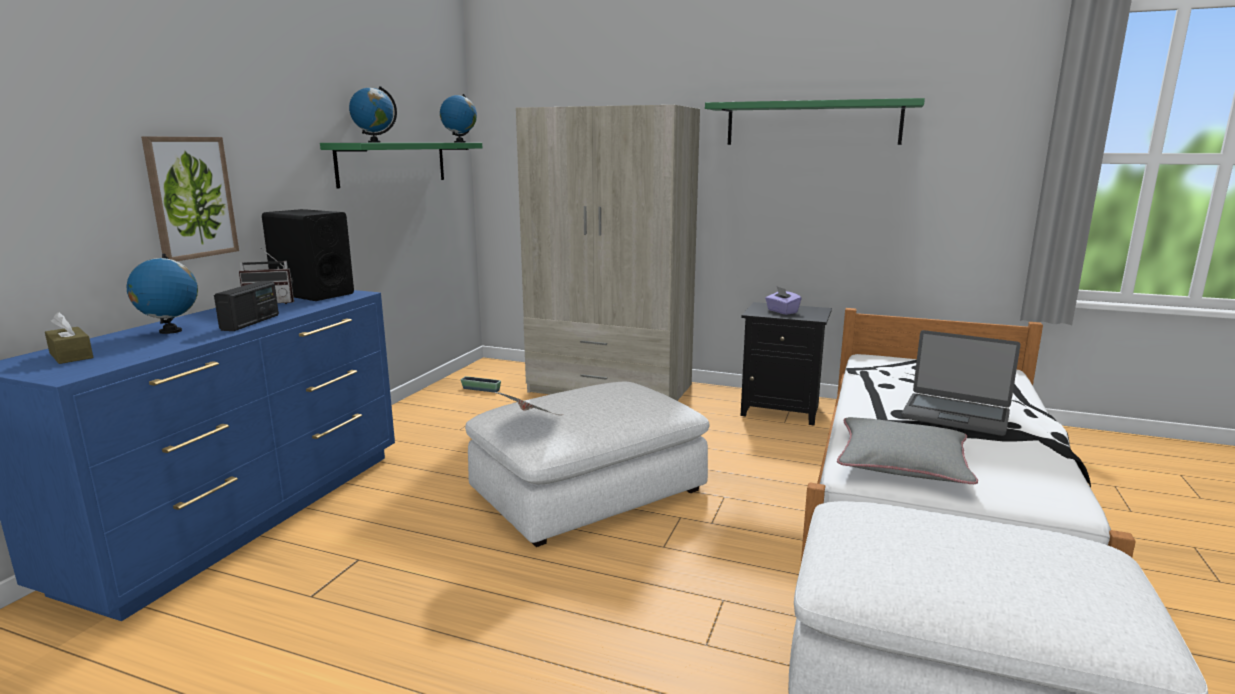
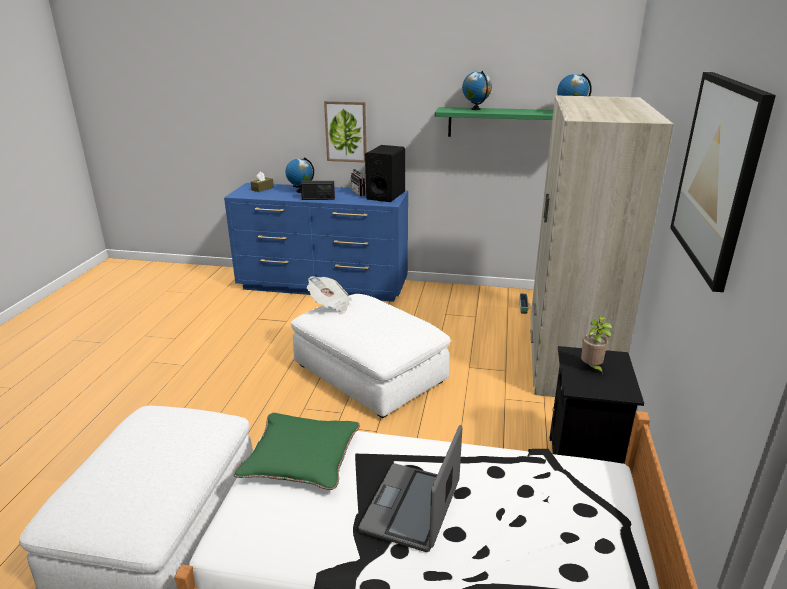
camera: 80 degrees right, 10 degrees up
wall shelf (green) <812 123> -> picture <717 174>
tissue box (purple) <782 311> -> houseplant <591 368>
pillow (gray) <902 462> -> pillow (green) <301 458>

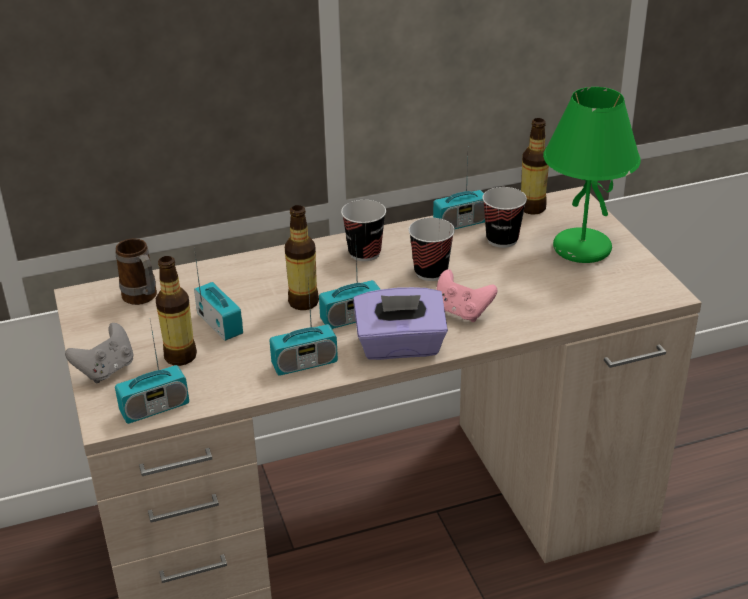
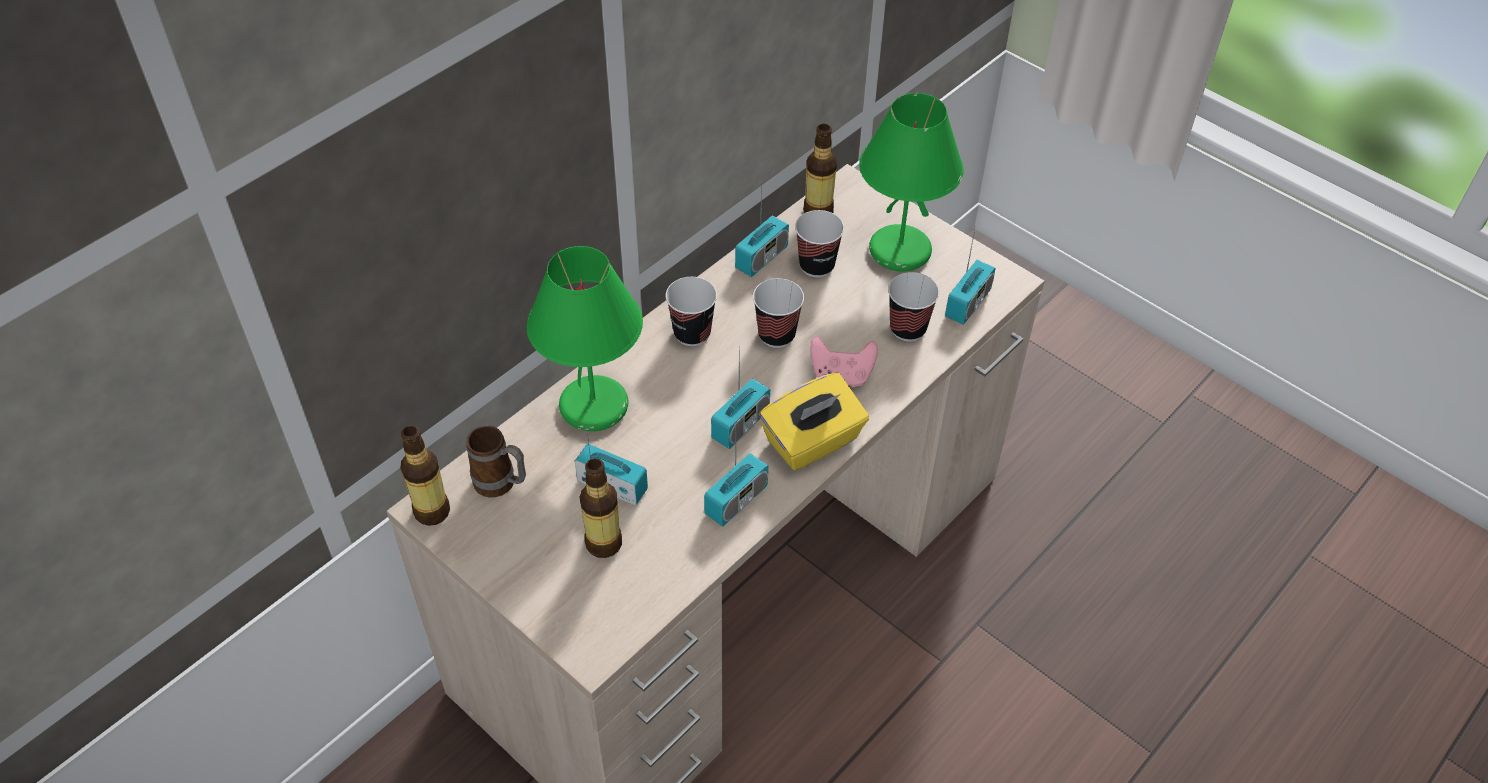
camera: 30 degrees left, 15 degrees up
joypad (gray) <106 370> -> none
none -> tabletop lamp (green) <594 407>
none -> small cup <908 328>
radio receiver <155 408> -> radio receiver <968 304>, relocated
beverage bottle <303 302> -> beverage bottle <432 511>, relocated
tissue box (purple) <400 346> -> tissue box (yellow) <813 442>

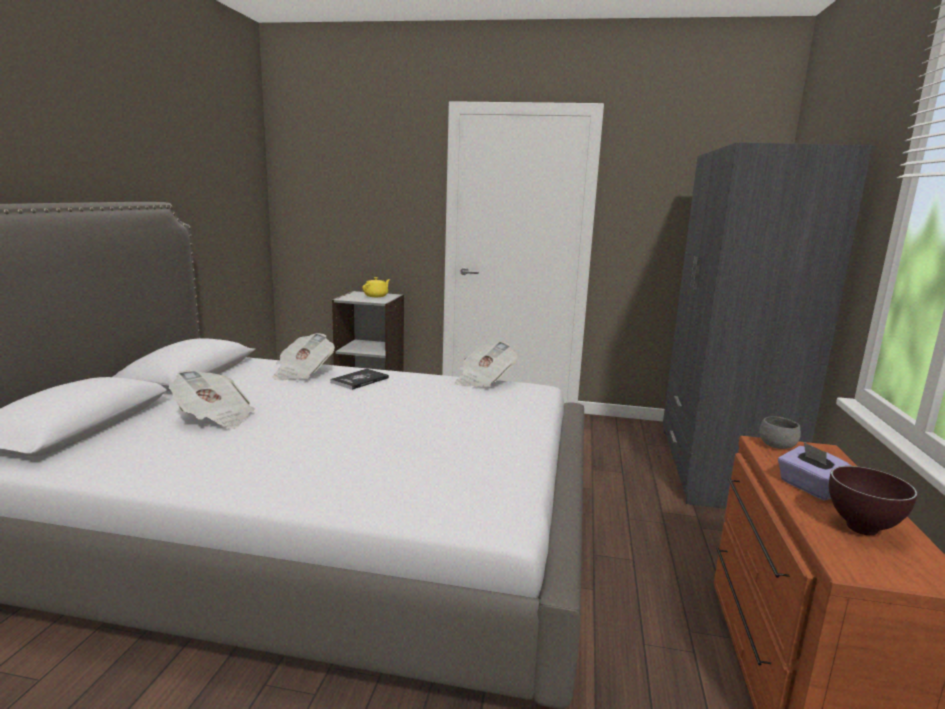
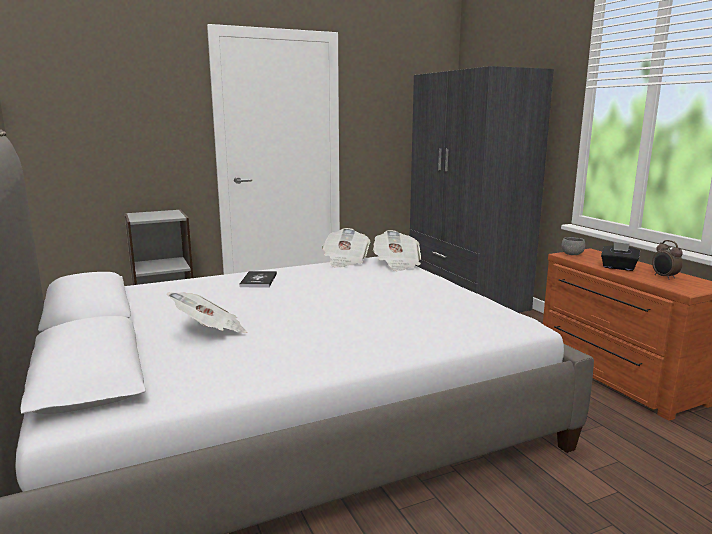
camera: 35 degrees left, 0 degrees up
tea pot (yellow) <376 296> -> none
newspaper <302 373> -> newspaper <397 264>, relocated
serving bowl (brownish) <863 530> -> alarm clock <664 277>
tissue box (purple) <810 488> -> tissue box (black-coloured) <618 267>

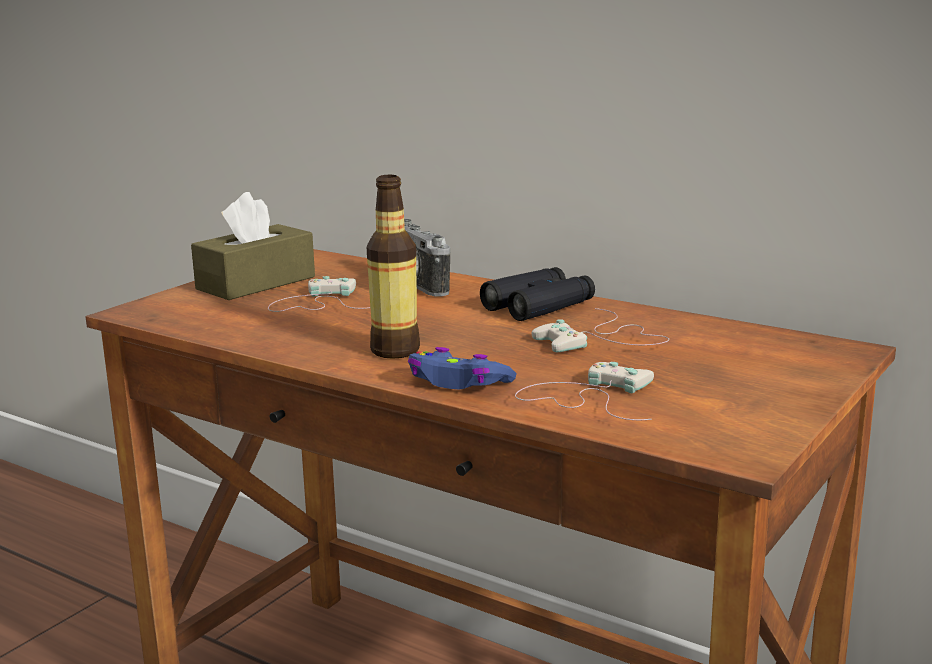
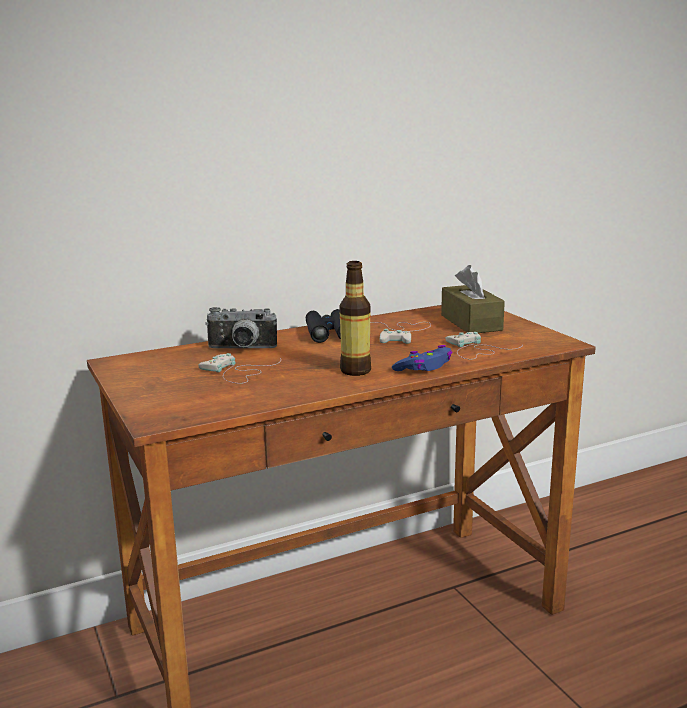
camera: 60 degrees left, 0 degrees up
tissue box (brownish) <256 283> -> tissue box (brownish) <471 322>, relocated

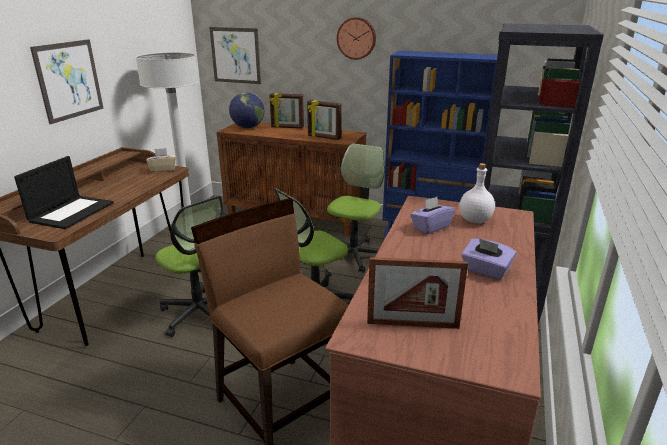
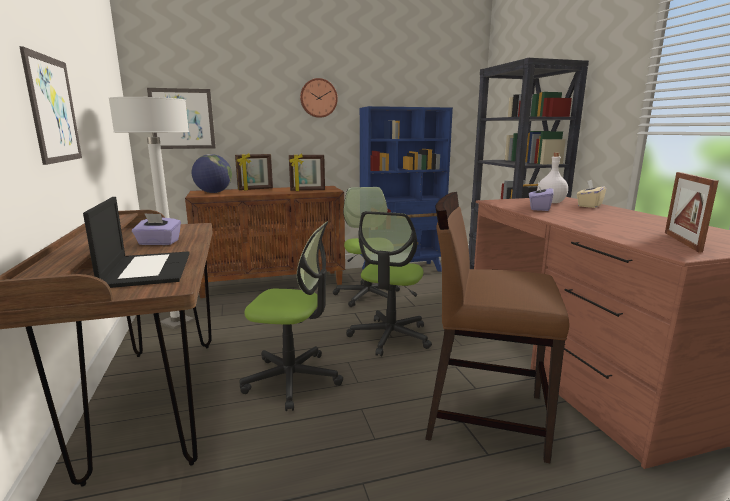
camera: 35 degrees left, 10 degrees down
tissue box (sand-coloured) <163 169> -> tissue box (sand-coloured) <589 205>, relocated
tissue box (purple) <485 271> -> tissue box (purple) <158 243>, relocated
standing frame <412 325> -> standing frame <682 241>, 135 degrees clockwise

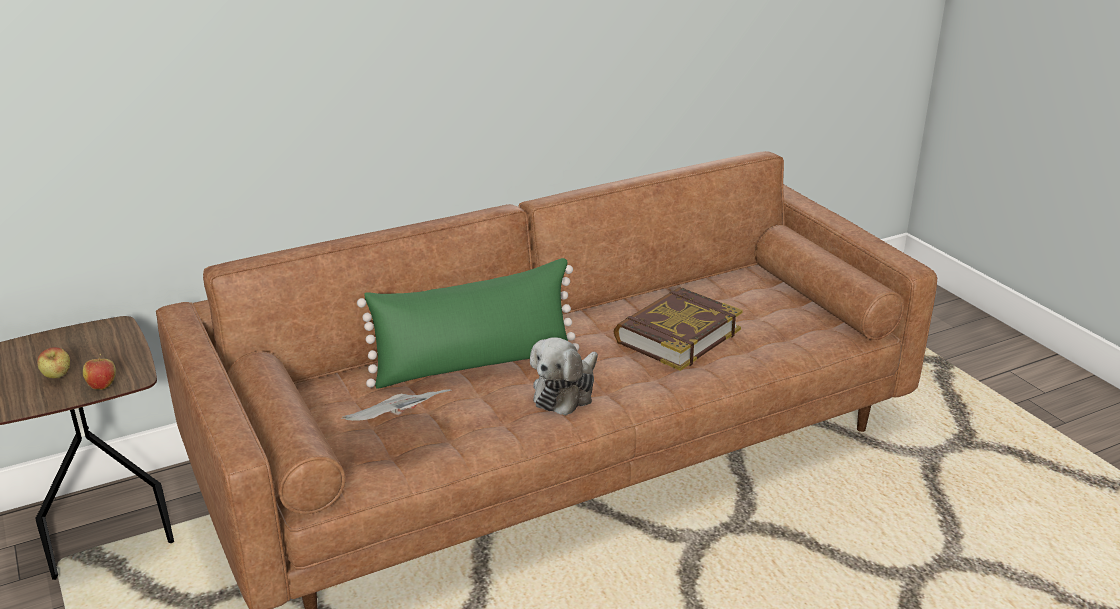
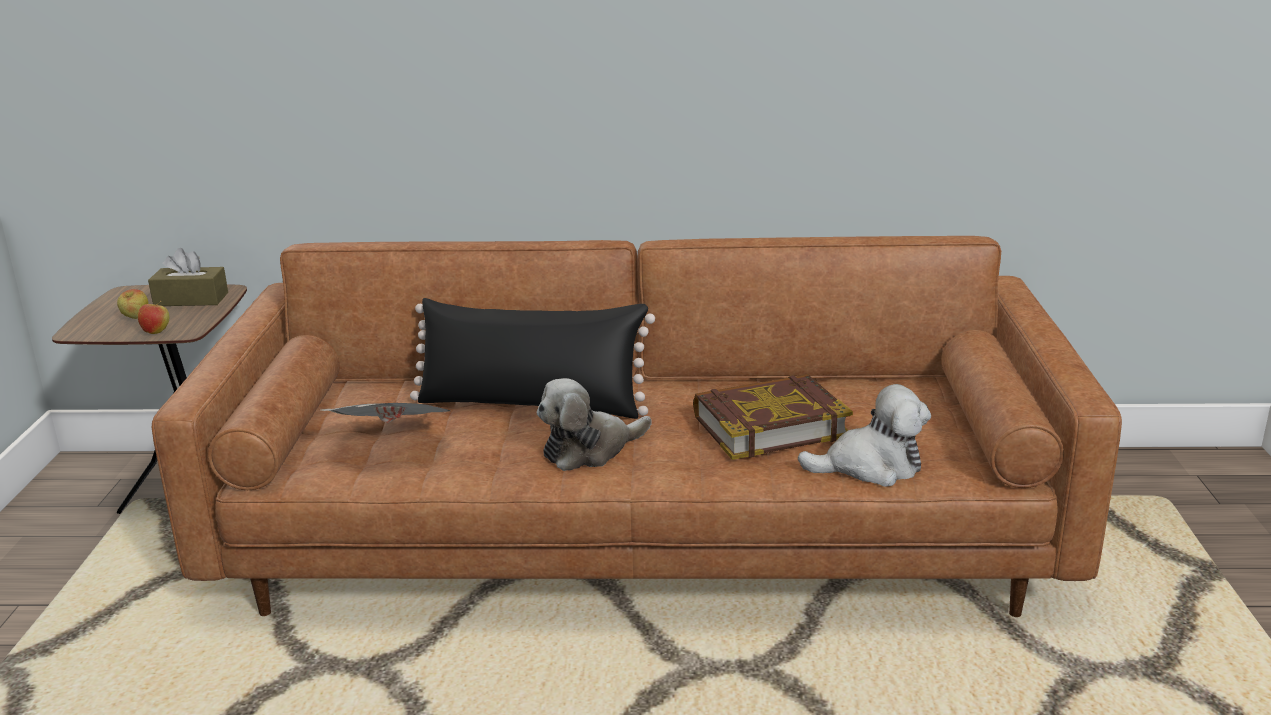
camera: 30 degrees right, 5 degrees down
none -> tissue box (brownish) <191 299>
none -> plush toy <870 467>
pillow (green) <474 365> -> pillow (black-coloured) <531 404>

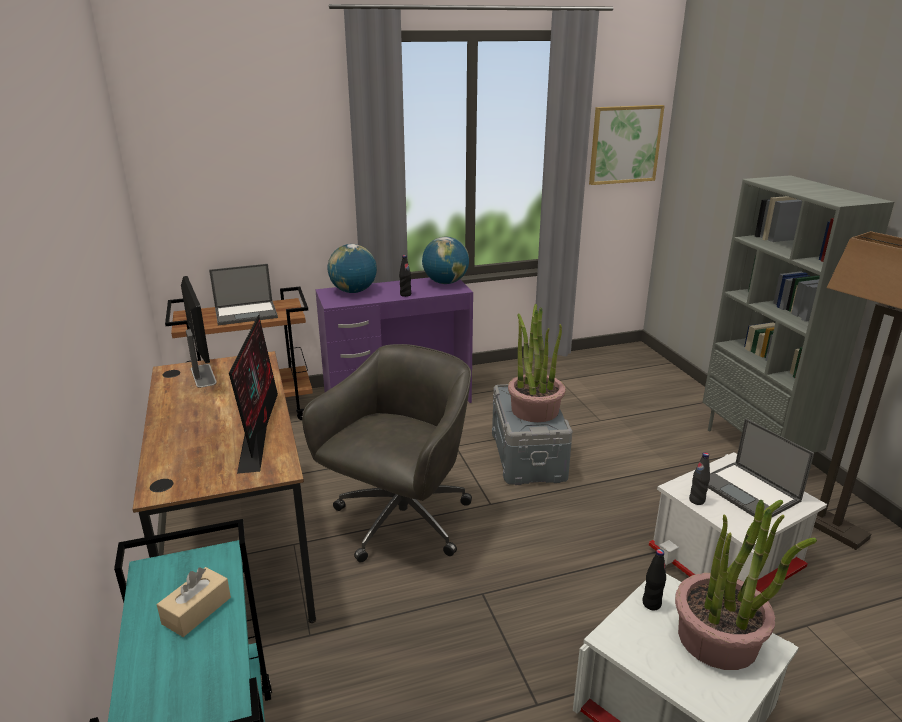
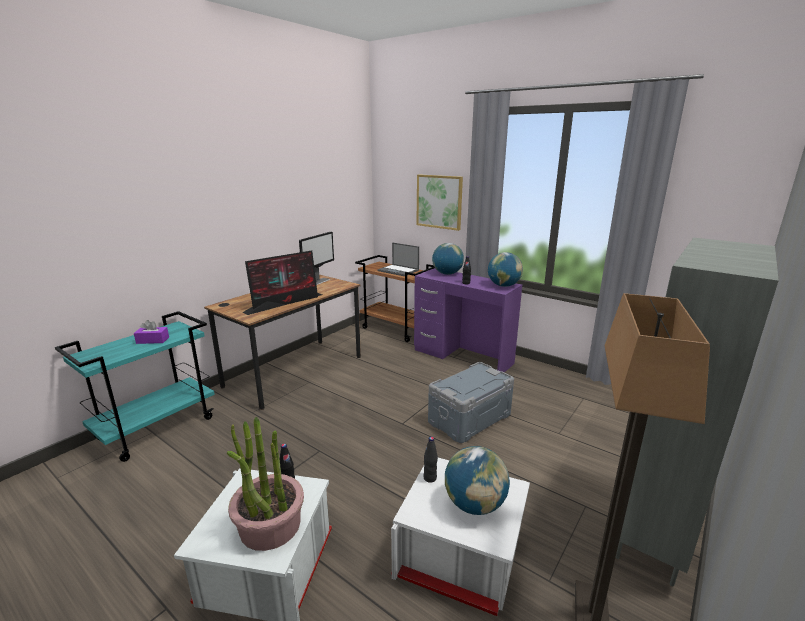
camera: 55 degrees right, 5 degrees down
desk chair (gray) <400 522> -> none
houseplant <534 410> -> none
picture <624 144> -> picture <439 201>, relocated
portable computer <750 492> -> desk globe <475 504>
tissue box (sand-coloured) <197 610> -> tissue box (purple) <152 340>

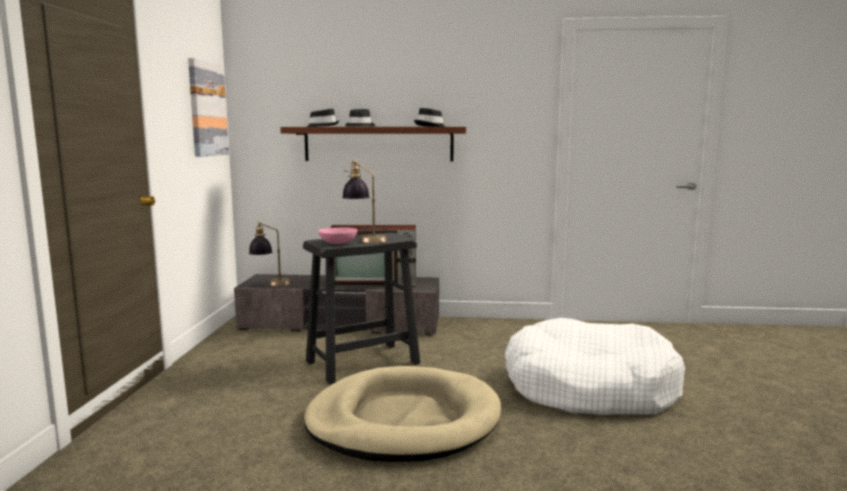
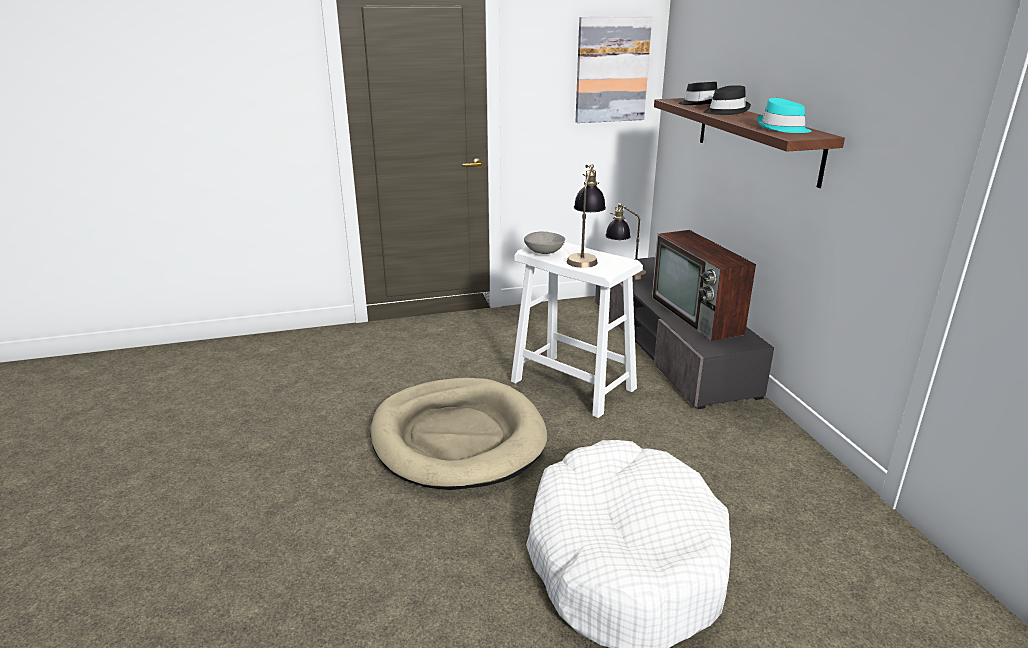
camera: 70 degrees right, 15 degrees up
stool seat (black-coloured) <363 362> -> stool seat (white) <573 385>
serving bowl (pinkish) <338 243> -> serving bowl (gray) <543 252>
hat (black-coloured) <431 126> -> hat (turquoise) <782 128>

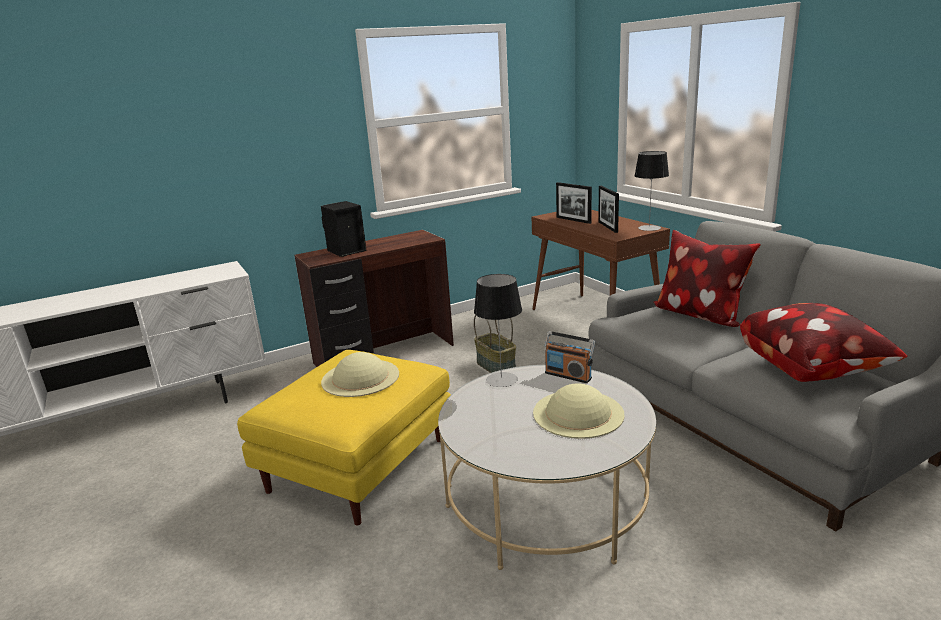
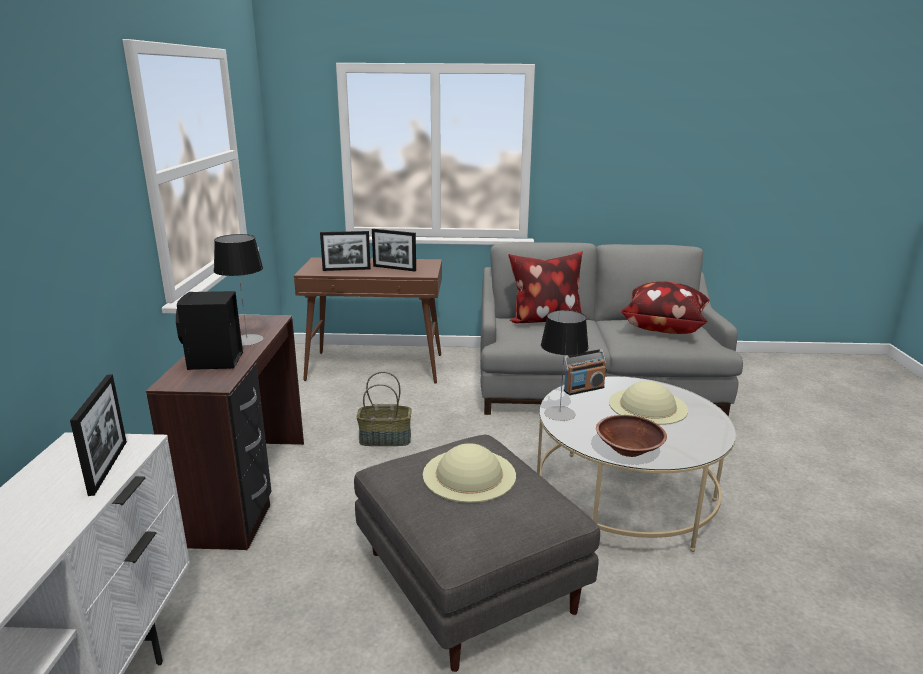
camera: 60 degrees left, 0 degrees up
none -> standing frame <108 467>
none -> serving bowl (brownish) <628 449>
tabletop lamp <649 228> -> tabletop lamp <247 340>, relocated
ottoman (yellow) <359 463> -> ottoman (gray) <466 579>

